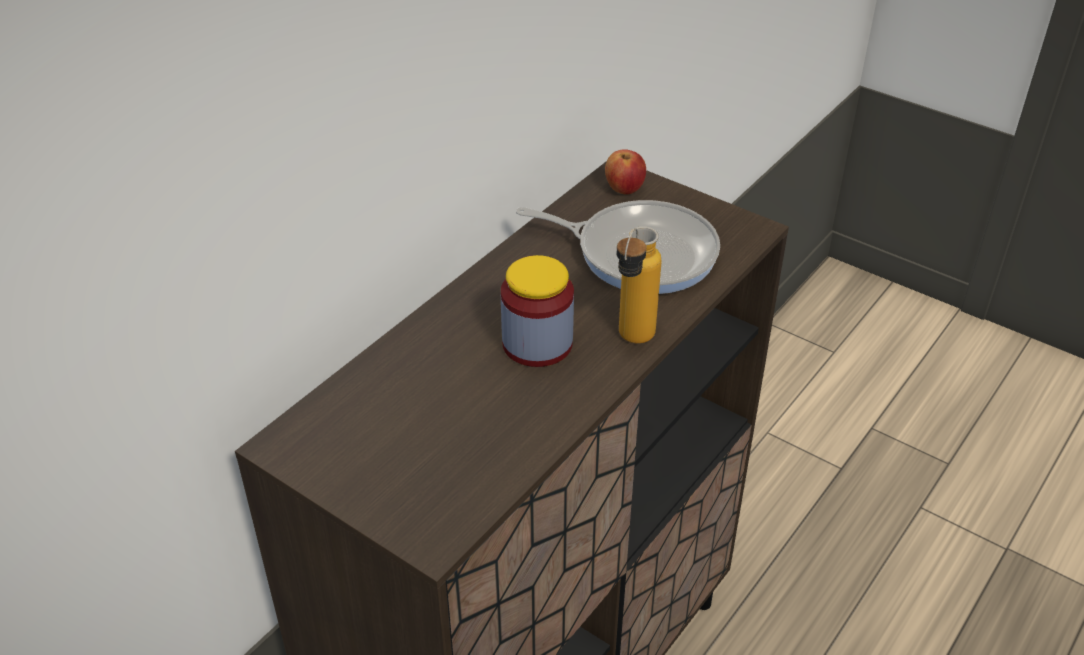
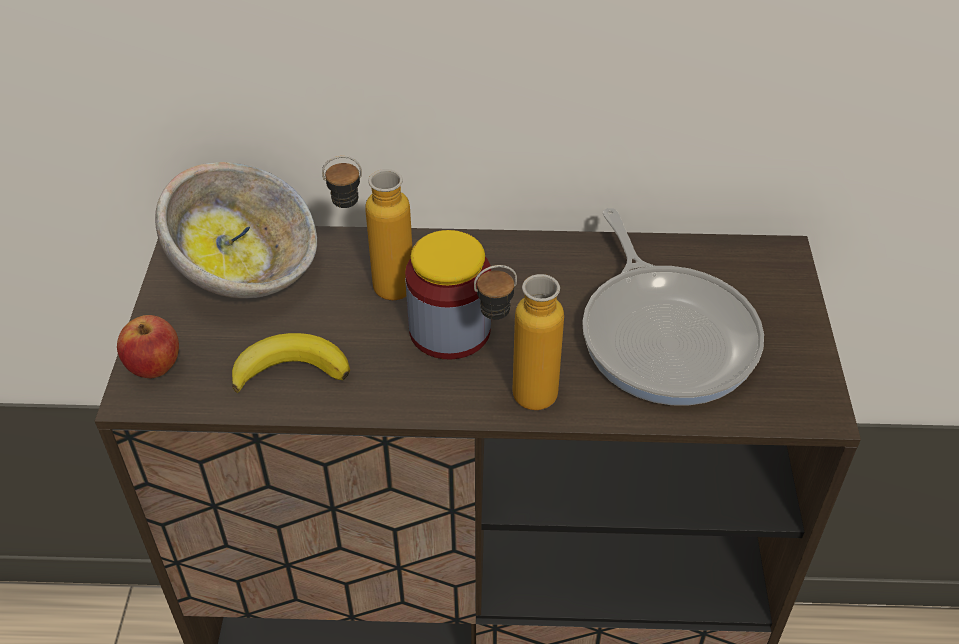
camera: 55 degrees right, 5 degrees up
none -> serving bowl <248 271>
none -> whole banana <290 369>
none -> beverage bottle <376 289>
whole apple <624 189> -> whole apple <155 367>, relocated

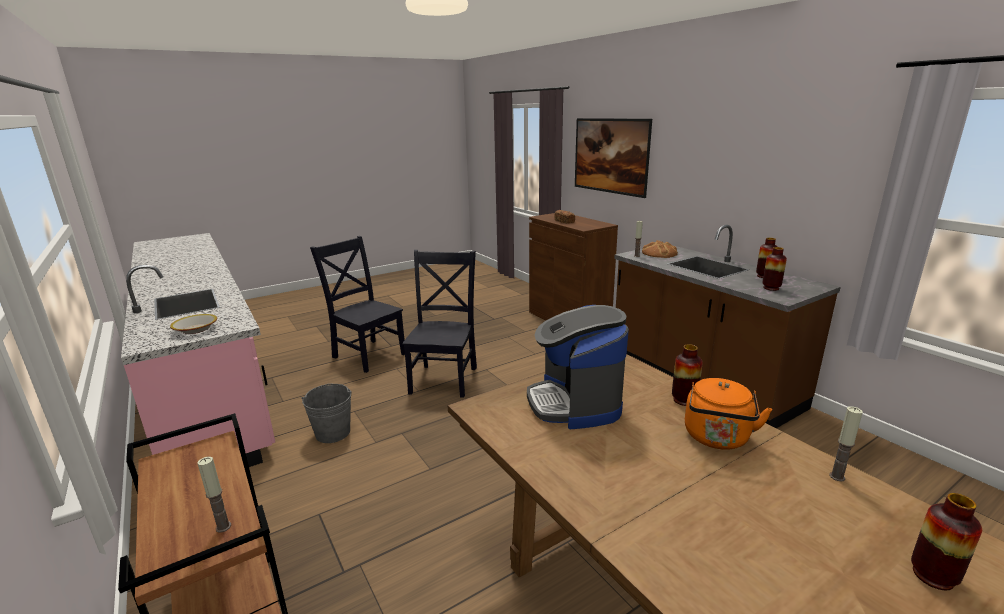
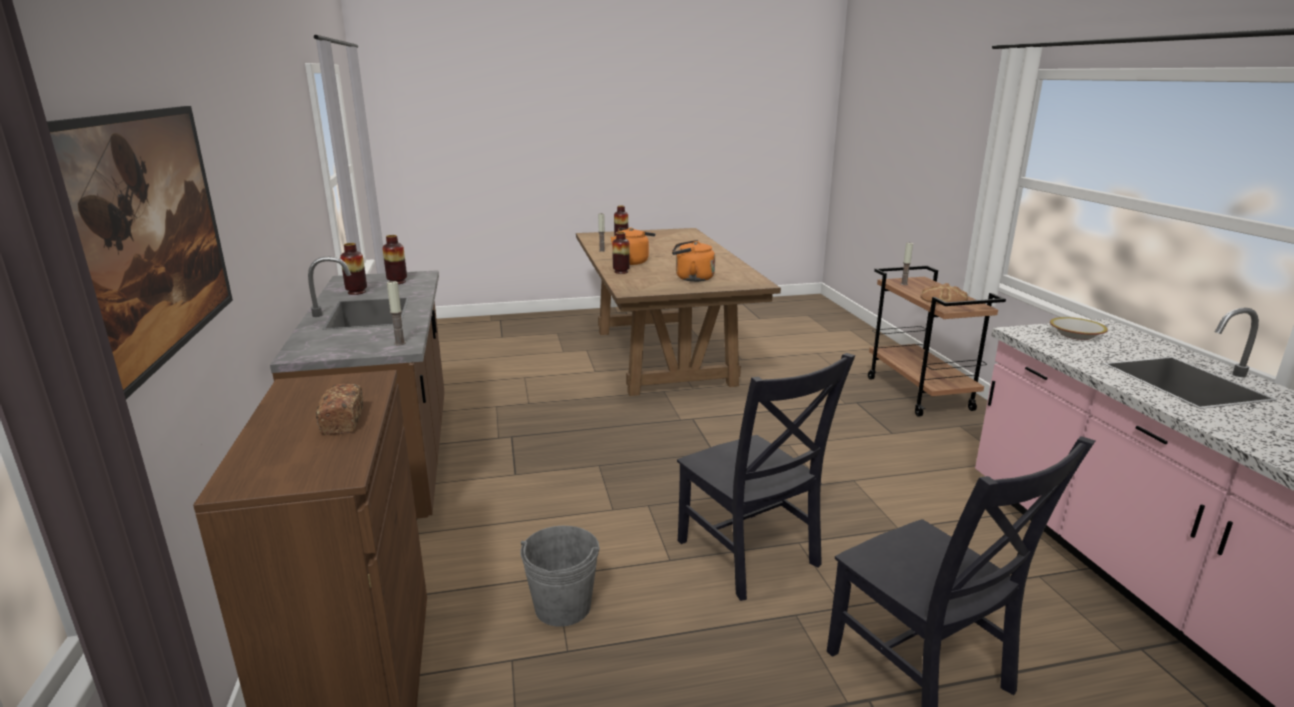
camera: 160 degrees left, 0 degrees up
pail (gray) <333 433> -> pail (gray) <562 607>, relocated
baked bread <659 253> -> baked bread <943 299>, relocated
coffee machine <575 403> -> water kettle (orangey) <692 278>
plain chair (black-coloured) <445 378> -> plain chair (black-coloured) <750 556>, 60 degrees counterclockwise

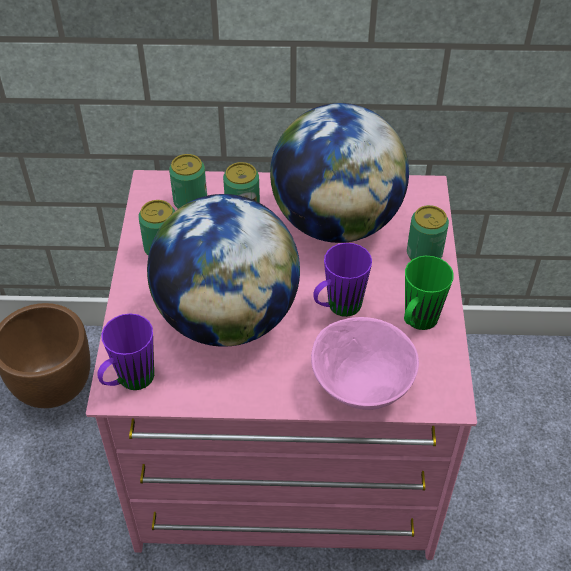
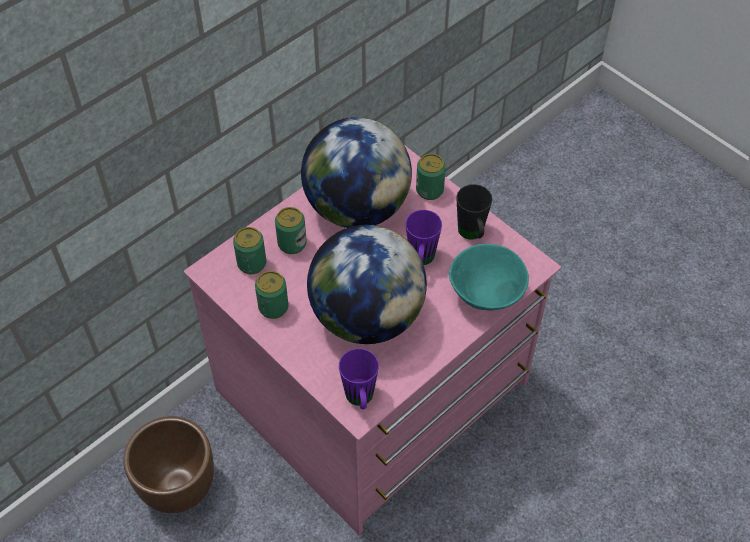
camera: 45 degrees left, 5 degrees up
serving bowl (pinkish) <360 389> -> serving bowl (turquoise) <486 297>
mug (green) <417 323> -> mug (black-coloured) <472 235>

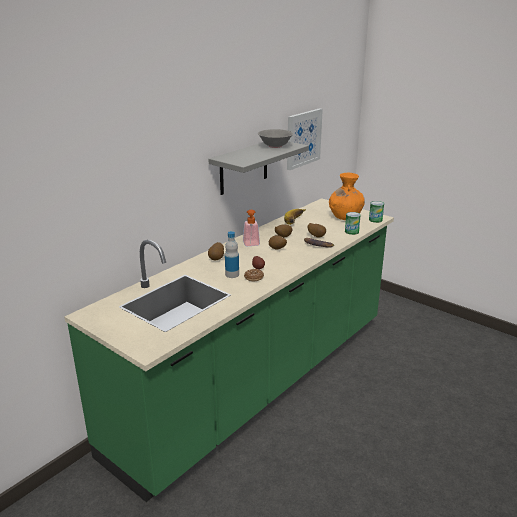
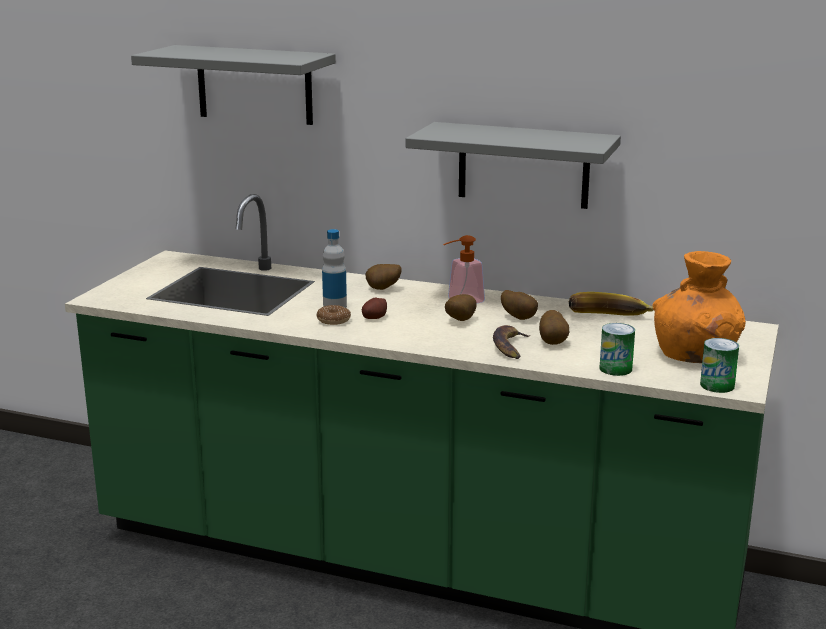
camera: 70 degrees right, 5 degrees down
serving bowl (gray) <275 146> -> none
picture <303 138> -> none
none -> wall shelf (gray) <254 85>

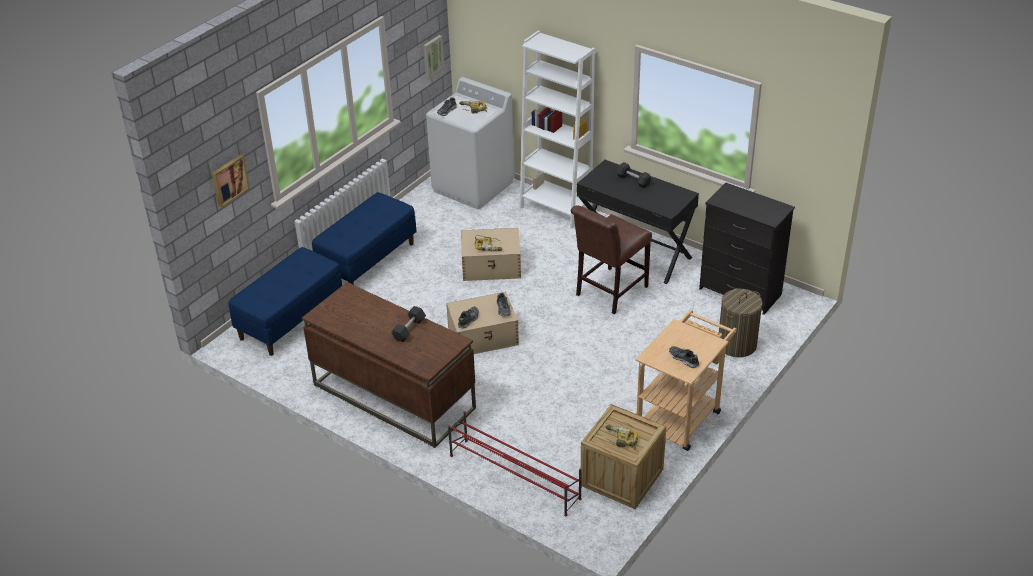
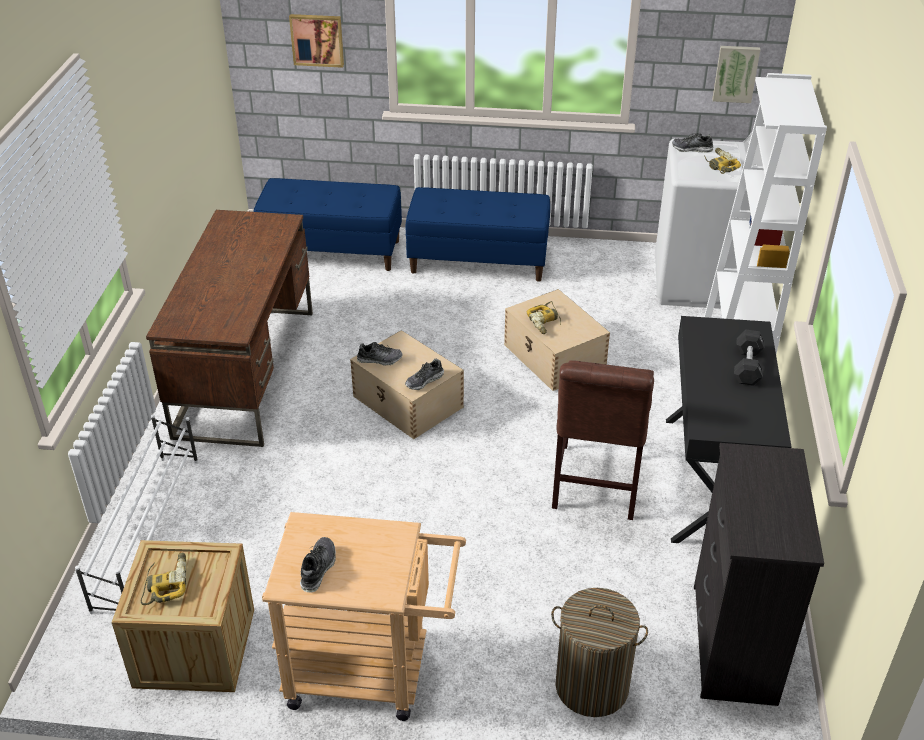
camera: 60 degrees right, 0 degrees up
free weight (black-coloured) <409 329> -> none
shoe shelf (reddish) <514 476> -> shoe shelf (white) <148 531>
plain chair (brownish) <608 292> -> plain chair (brownish) <595 486>, 90 degrees counterclockwise

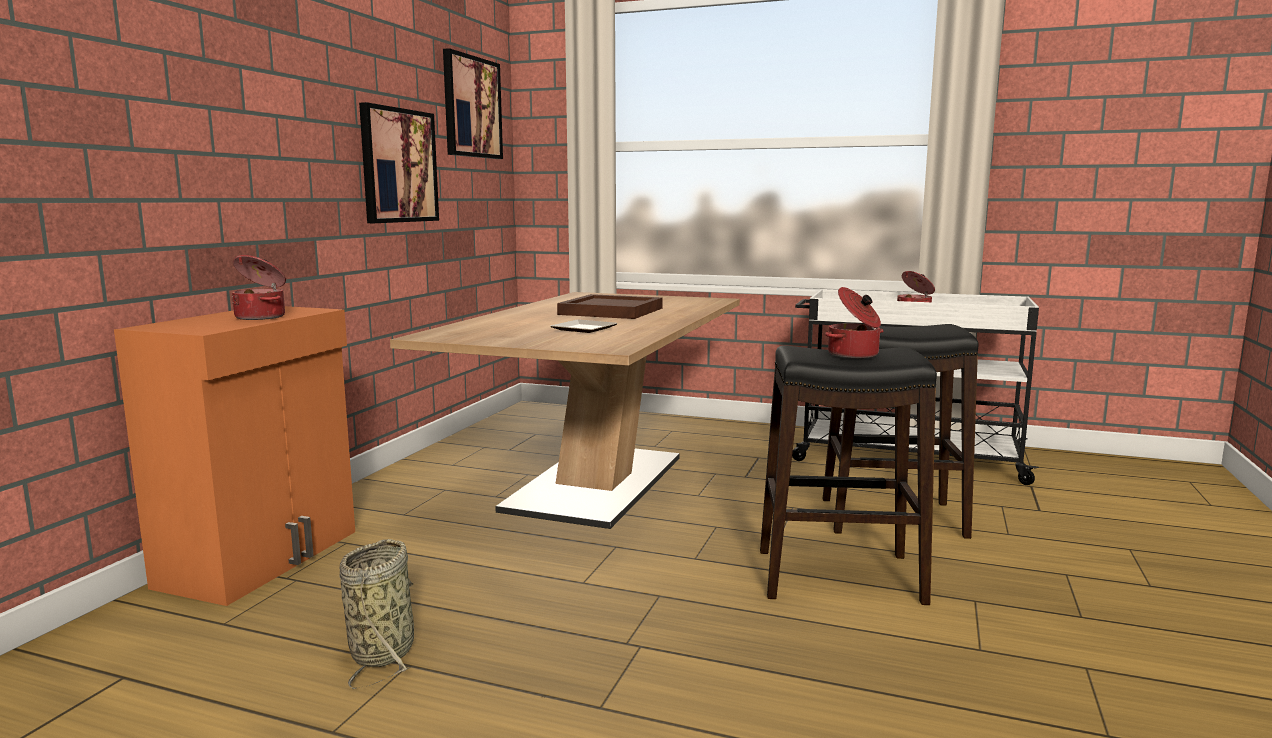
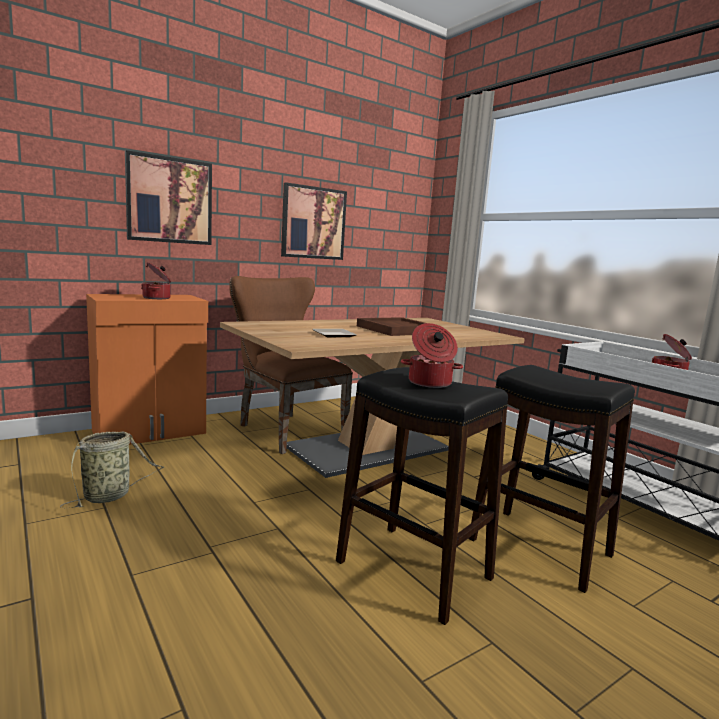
camera: 35 degrees right, 0 degrees up
none -> plain chair (brownish) <285 429>
picture <471 107> -> picture <169 200>, relocated

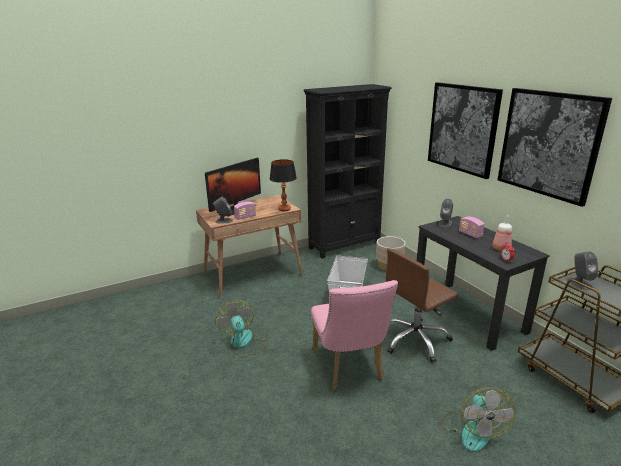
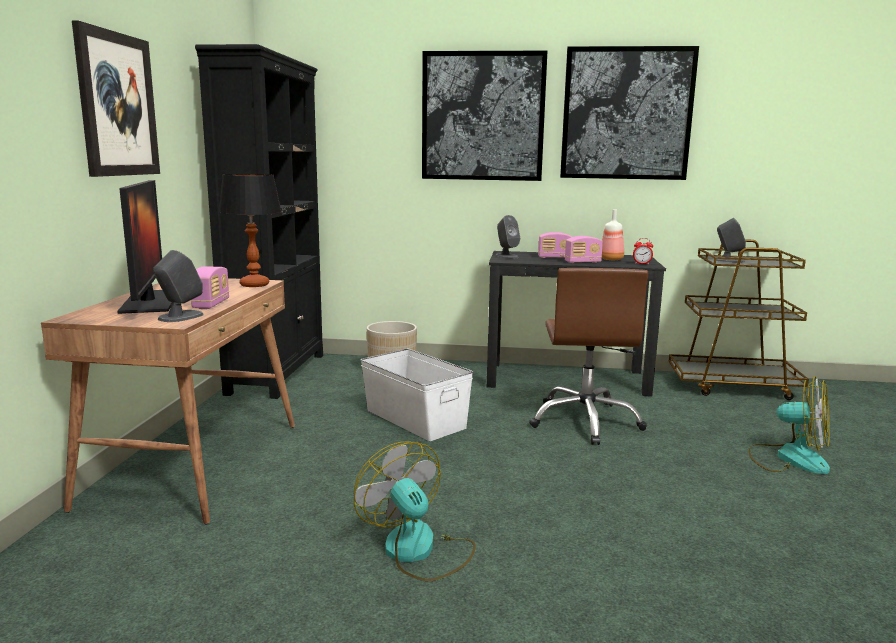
camera: 55 degrees left, 10 degrees down
plain chair (pinkish) <349 368> -> none
none -> picture <117 105>
none -> radio receiver <582 262>
fan <244 344> -> fan <418 551>, 45 degrees clockwise

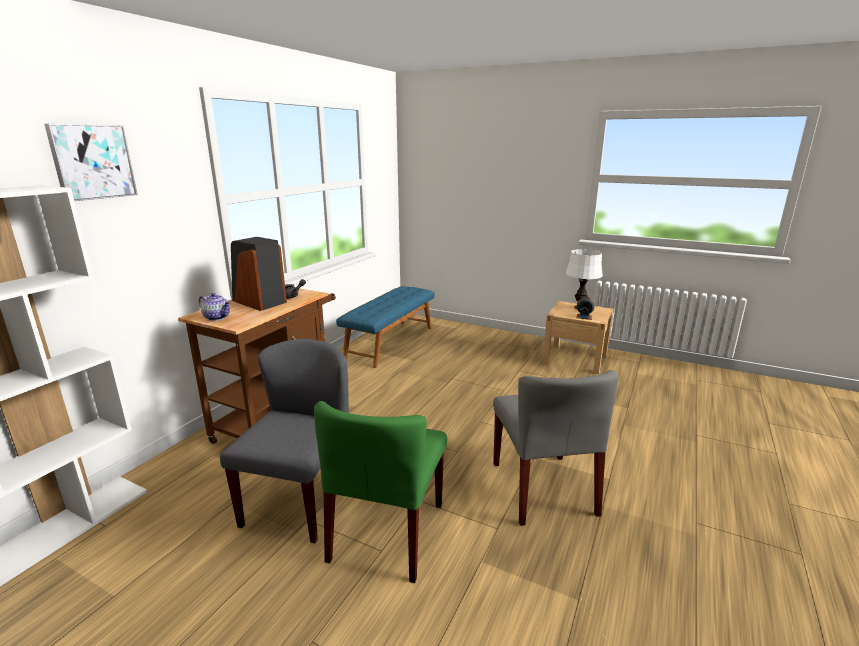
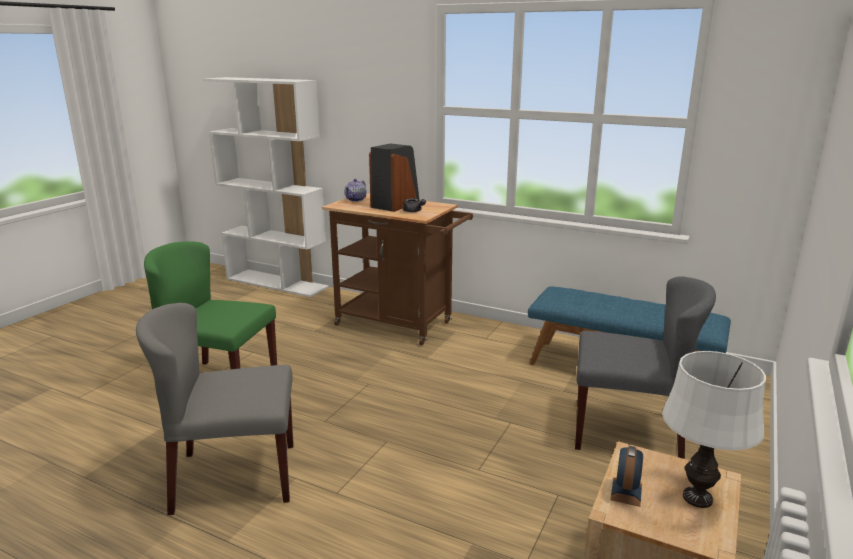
camera: 90 degrees right, 0 degrees up
picture <92 162> -> none
plain chair (gray) <301 500> -> plain chair (gray) <627 432>, relocated

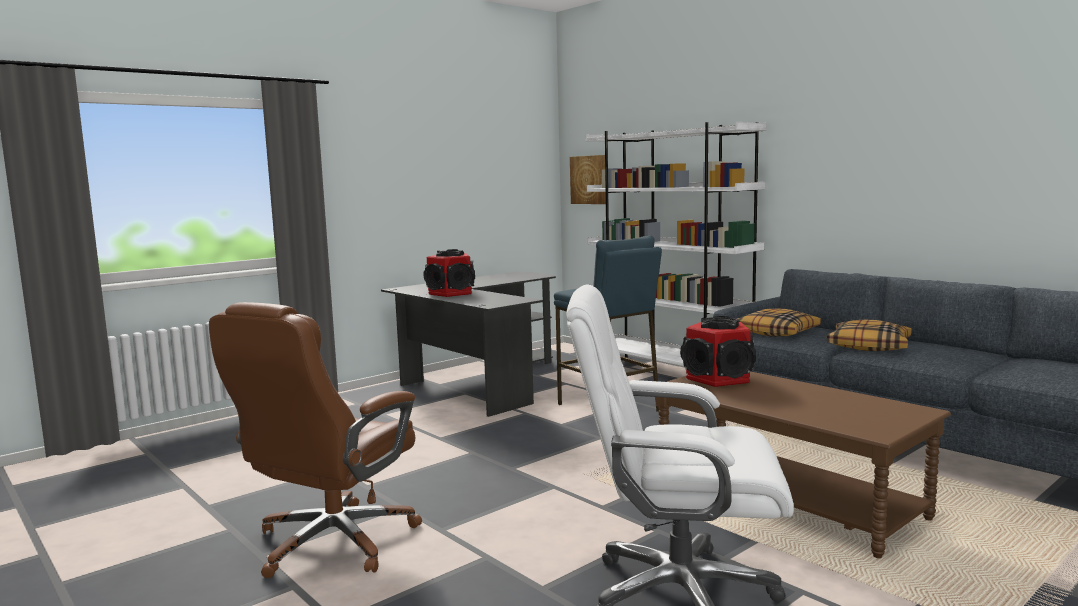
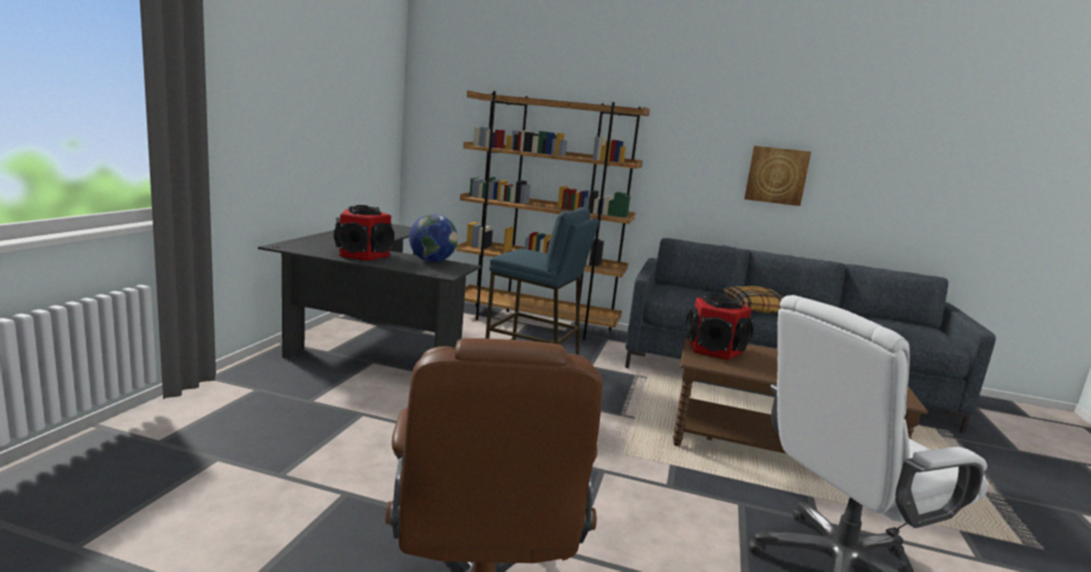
camera: 35 degrees left, 5 degrees up
pillow <776 332> -> none
none -> desk globe <432 261>
picture <589 179> -> picture <776 175>, relocated
bookshelf (white) <670 374> -> bookshelf (brownish) <536 323>

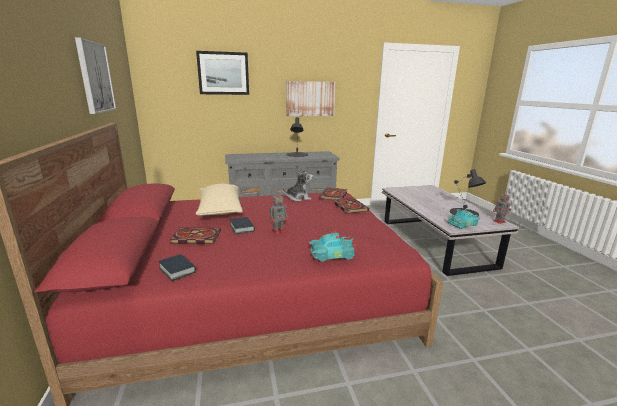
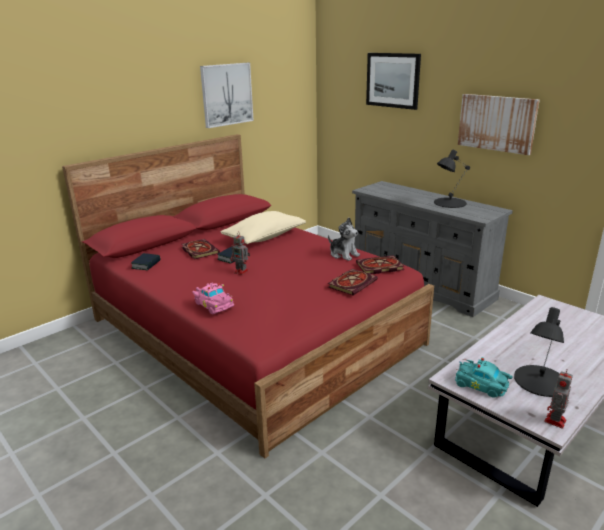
camera: 60 degrees right, 5 degrees up
miniature car (turquoise) <330 254> -> miniature car (pinkish) <214 304>

